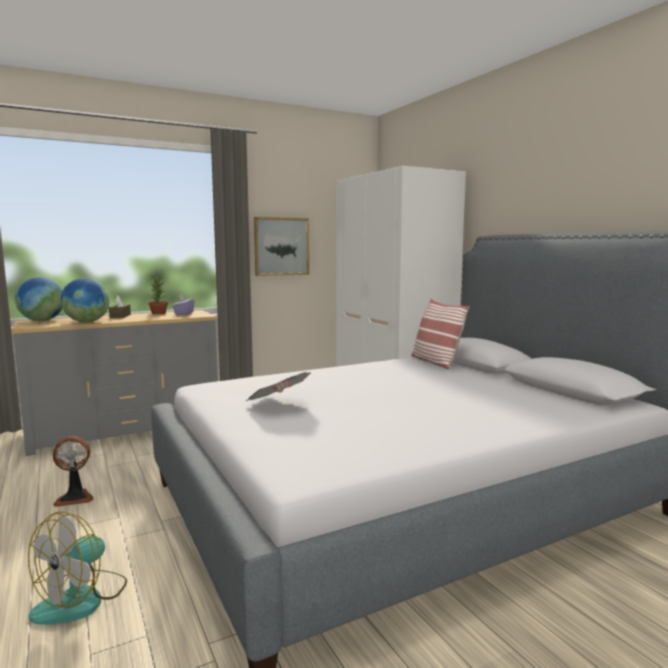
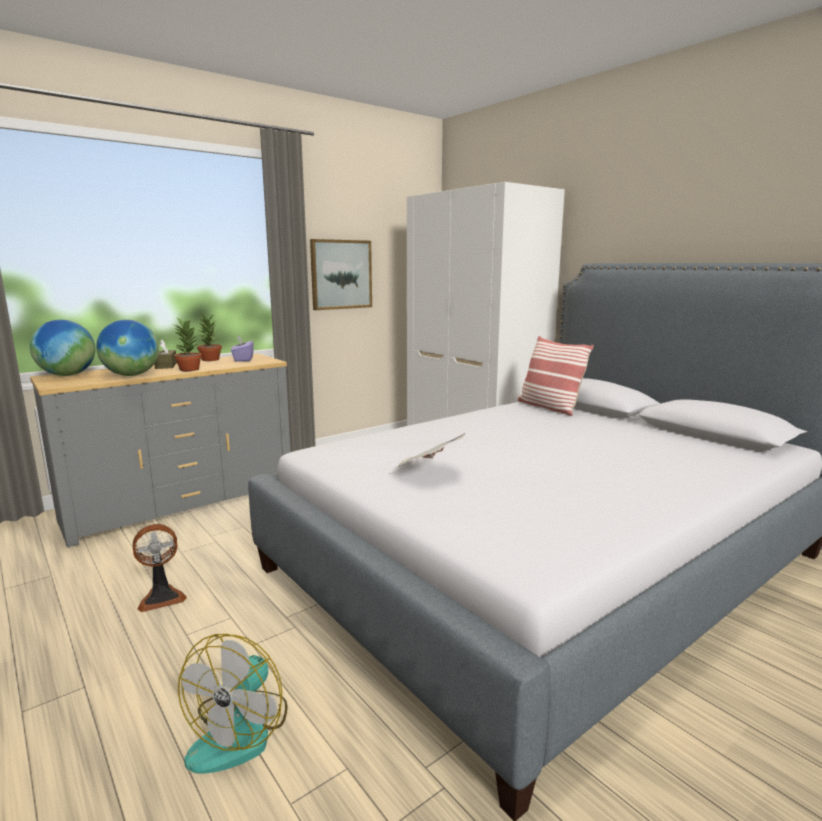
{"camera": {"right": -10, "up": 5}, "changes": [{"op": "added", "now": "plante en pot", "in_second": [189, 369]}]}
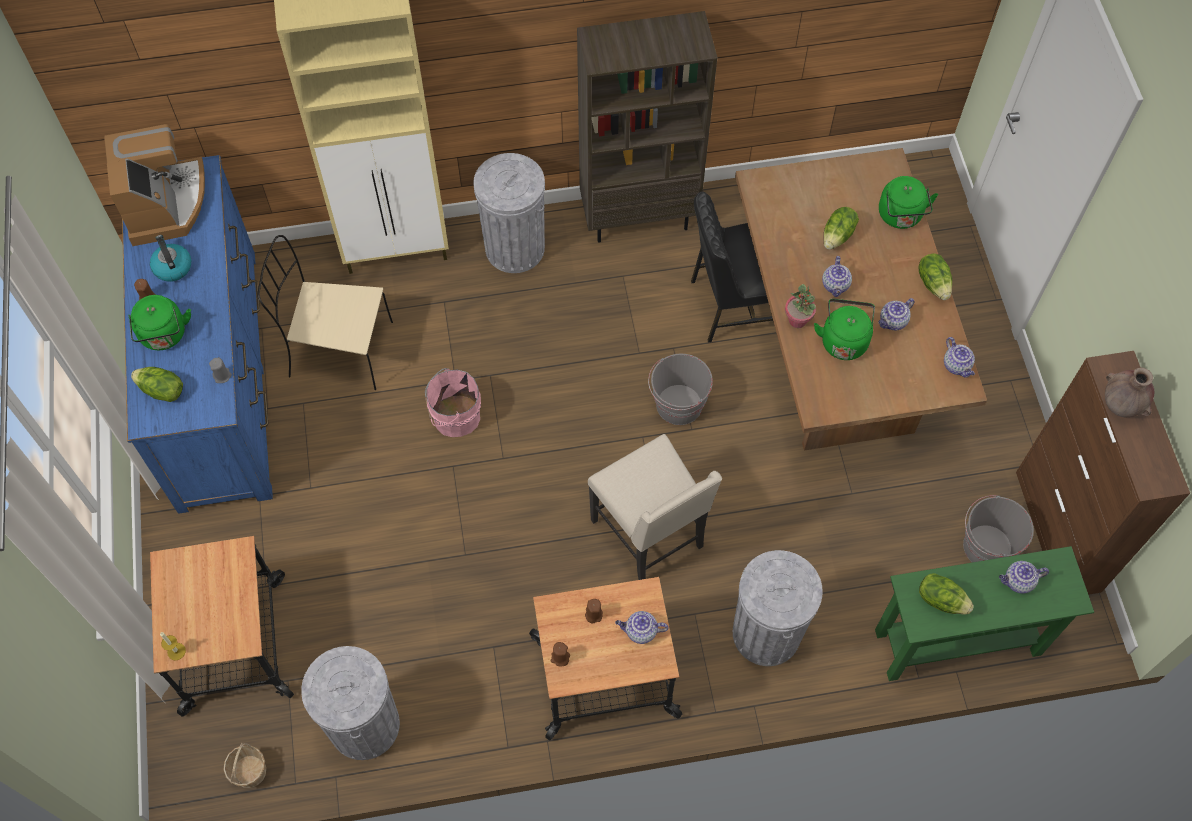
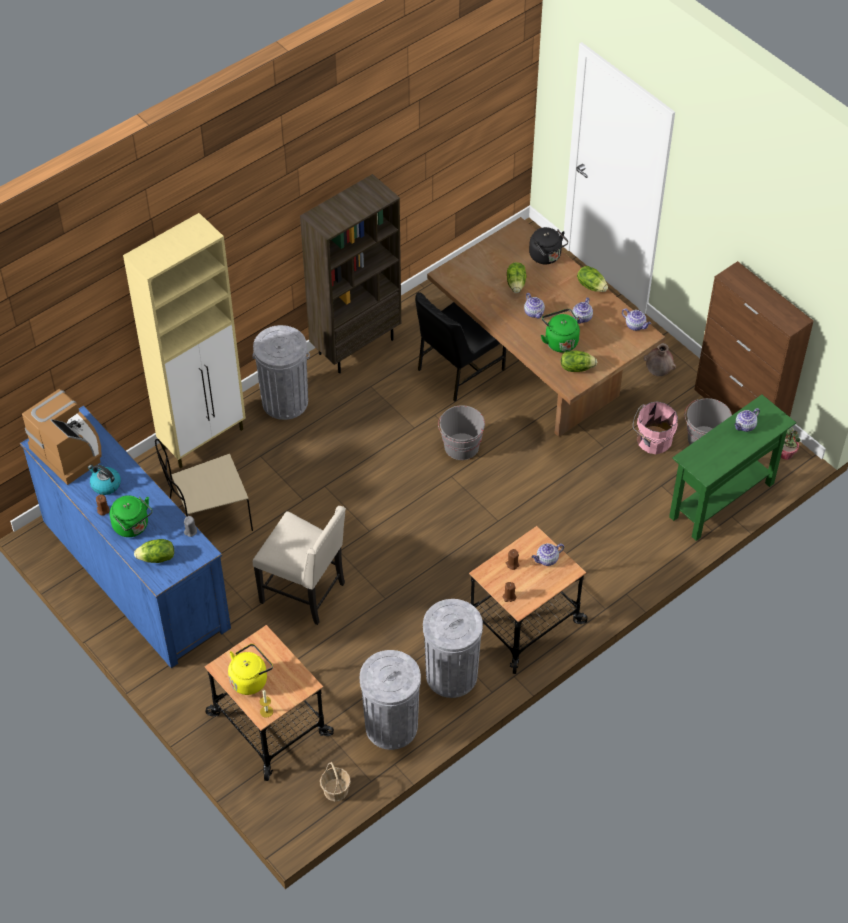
{"camera": {"right": -30, "up": -10}, "changes": [{"op": "added", "now": "bouilloire/jaune", "in_second": [250, 679]}, {"op": "moved", "was": "seau/rose", "in_first": [454, 416], "in_second": [653, 441]}, {"op": "moved", "was": "chaise/beige", "in_first": [650, 534], "in_second": [305, 592]}, {"op": "moved", "was": "poubelle/gris", "in_first": [766, 633], "in_second": [451, 675]}, {"op": "moved", "was": "plante en pot", "in_first": [797, 320], "in_second": [786, 454]}, {"op": "moved", "was": "laitue", "in_first": [941, 599], "in_second": [576, 367]}, {"op": "moved", "was": "vase/marron", "in_first": [1120, 406], "in_second": [658, 372]}, {"op": "recoloured", "was": "bouilloire/vert", "now": "bouilloire/noir", "in_first": [901, 216], "in_second": [546, 256]}]}
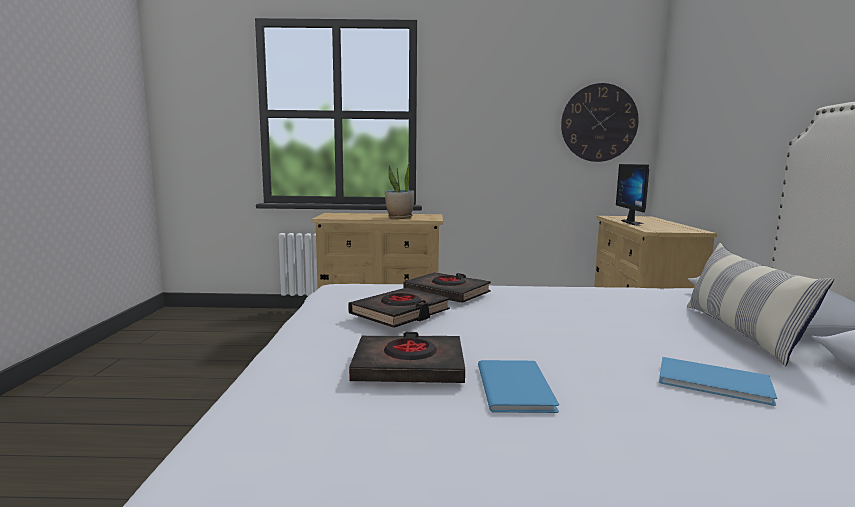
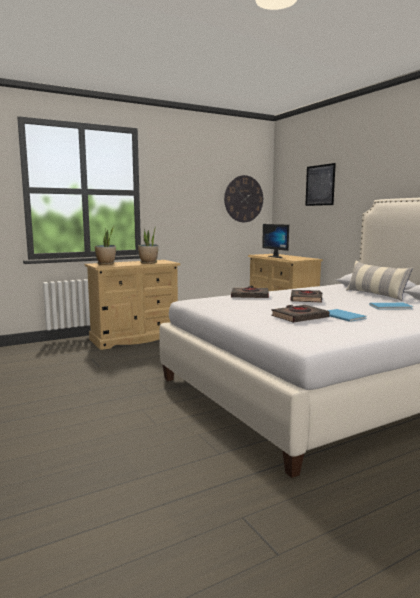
{"camera": {"right": -30, "up": 0}, "changes": [{"op": "added", "now": "plante en pot", "in_second": [106, 264]}, {"op": "added", "now": "tableau", "in_second": [320, 185]}, {"op": "moved", "was": "livre/noir", "in_first": [400, 313], "in_second": [306, 299]}]}
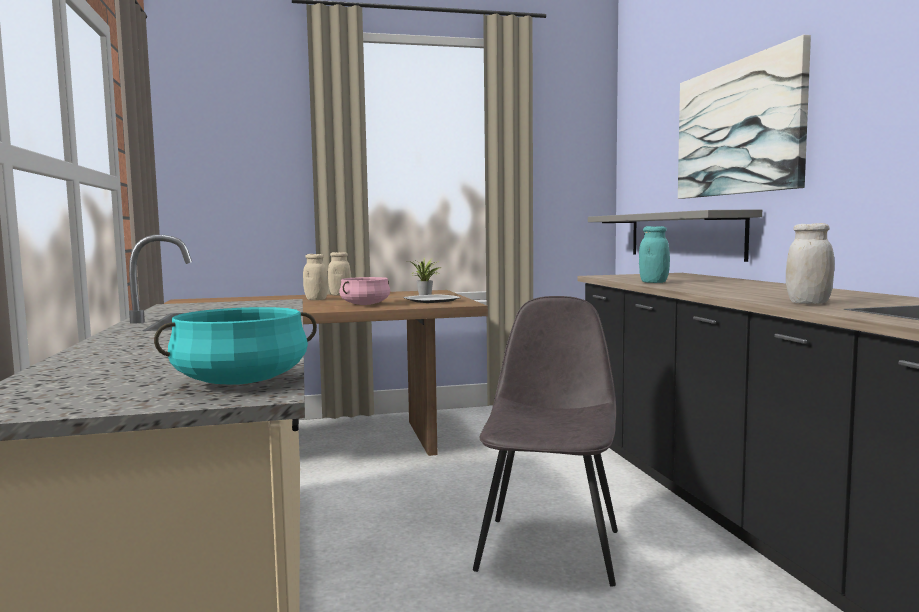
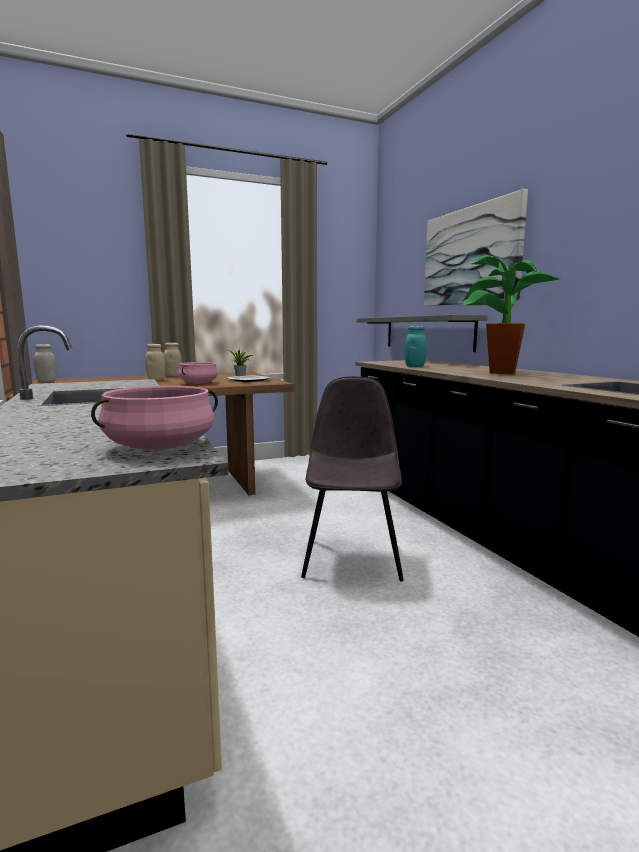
{"camera": {"right": -10, "up": 5}, "changes": [{"op": "added", "now": "plante en pot", "in_second": [498, 373]}, {"op": "moved", "was": "bocal/blanc", "in_first": [808, 303], "in_second": [46, 381]}, {"op": "recoloured", "was": "marmite/turquoise", "now": "marmite/rose", "in_first": [241, 382], "in_second": [160, 447]}]}
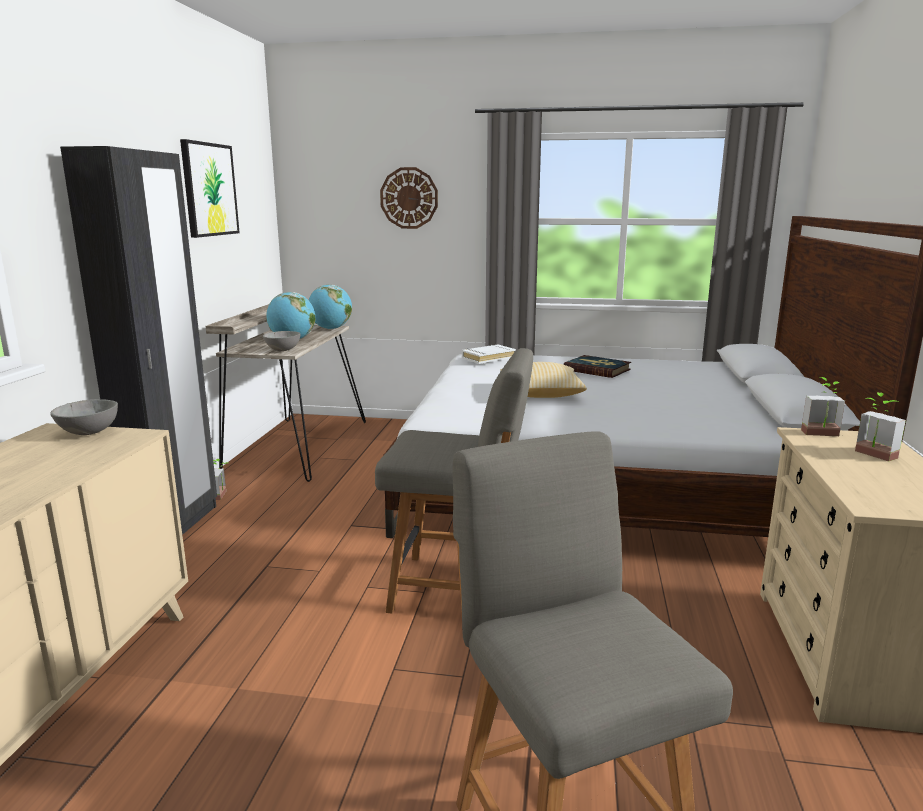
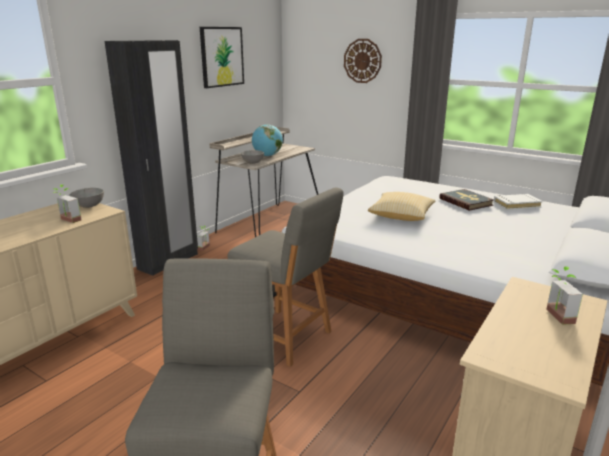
{"camera": {"right": 25, "up": 5}, "changes": [{"op": "removed", "was": "globe", "in_first": [331, 329]}, {"op": "moved", "was": "livre/blanc", "in_first": [488, 358], "in_second": [516, 205]}, {"op": "moved", "was": "plante en pot", "in_first": [822, 435], "in_second": [67, 221]}]}
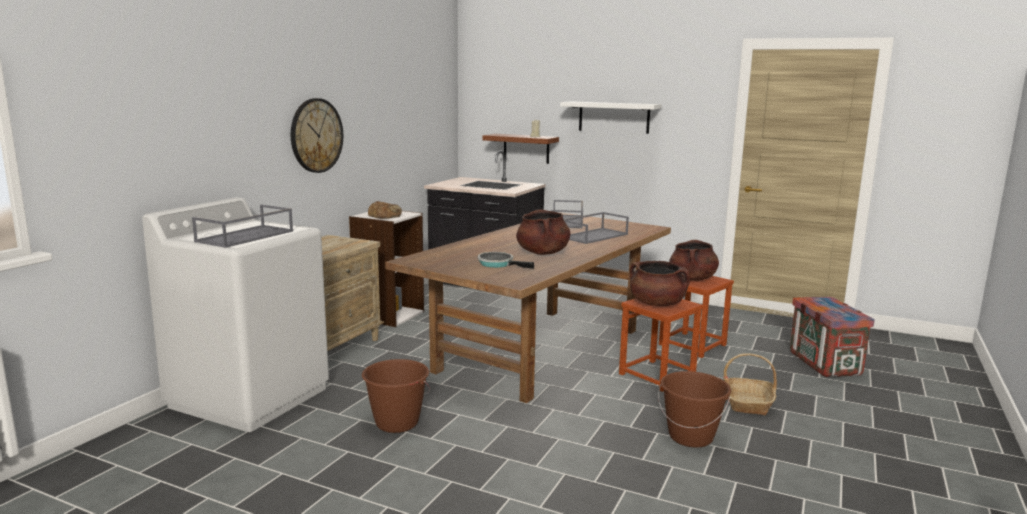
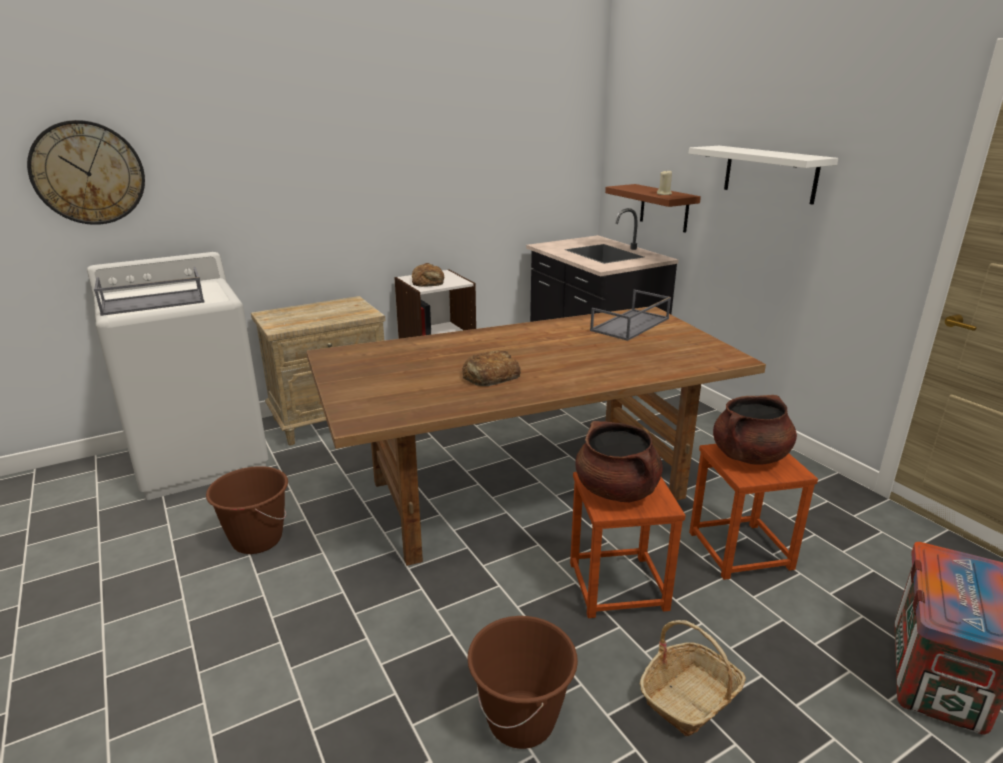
{"camera": {"right": 35, "up": 10}, "changes": [{"op": "removed", "was": "poêle", "in_first": [498, 264]}, {"op": "removed", "was": "plateau/gris", "in_first": [594, 236]}, {"op": "moved", "was": "horloge murale", "in_first": [316, 135], "in_second": [88, 173]}, {"op": "replaced", "was": "marmite/marron", "now": "pain", "in_first": [543, 253], "in_second": [490, 376]}]}
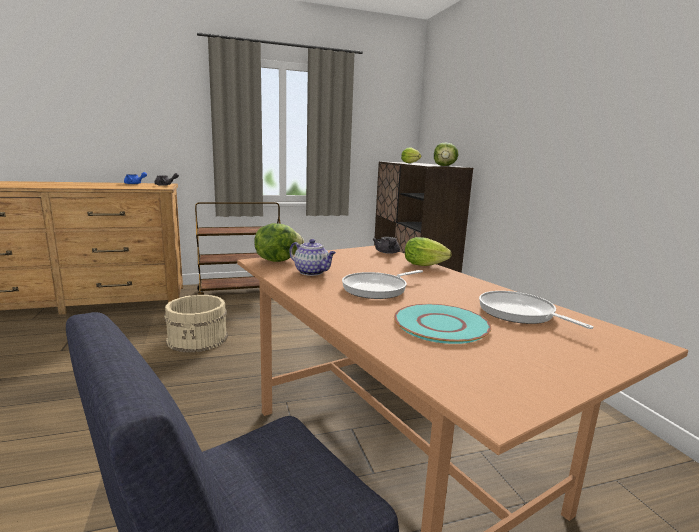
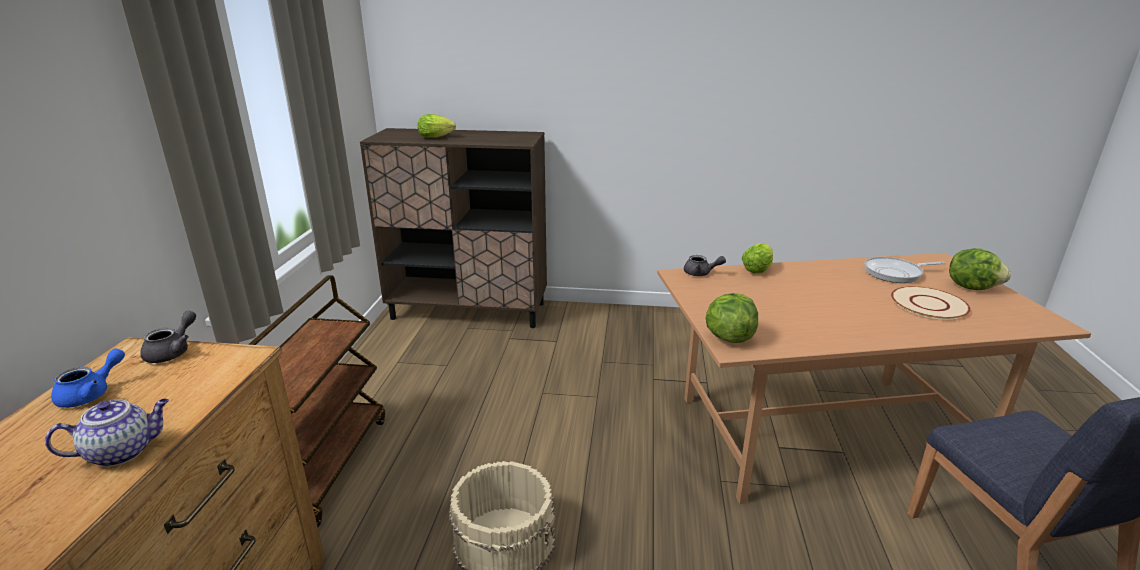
{"camera": {"right": -65, "up": 10}, "changes": [{"op": "removed", "was": "poêle", "in_first": [377, 289]}, {"op": "moved", "was": "théière", "in_first": [312, 272], "in_second": [123, 451]}, {"op": "moved", "was": "laitue", "in_first": [444, 166], "in_second": [972, 287]}, {"op": "recoloured", "was": "assiette/turquoise", "now": "assiette/beige", "in_first": [441, 324], "in_second": [928, 304]}]}
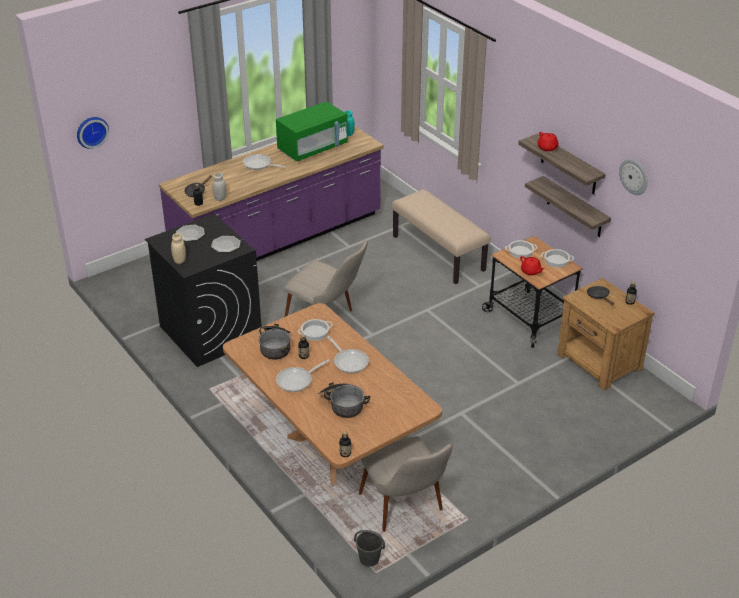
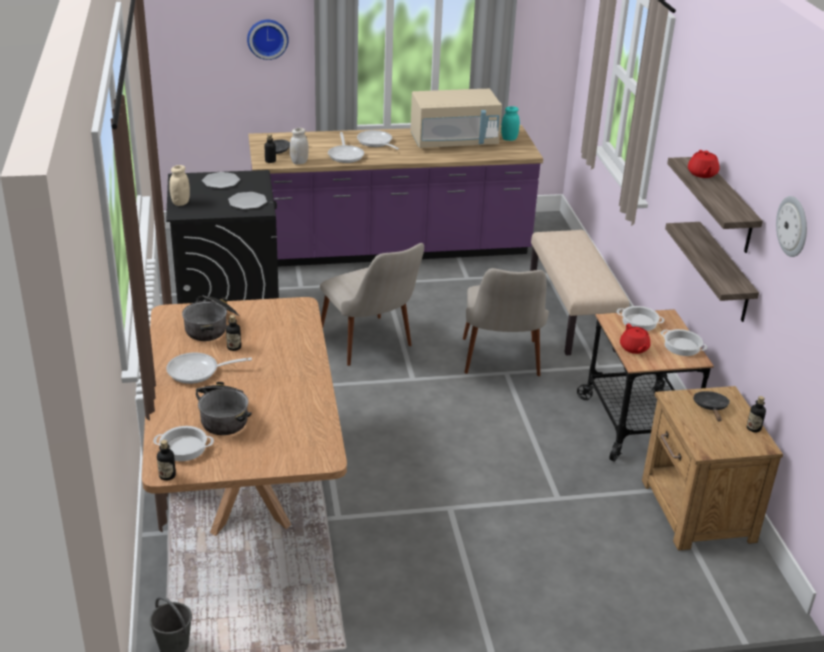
{"camera": {"right": 25, "up": -5}, "changes": [{"op": "moved", "was": "horloge murale", "in_first": [91, 131], "in_second": [267, 38]}, {"op": "moved", "was": "marmite", "in_first": [315, 333], "in_second": [183, 448]}, {"op": "moved", "was": "poêle", "in_first": [349, 361], "in_second": [345, 155]}, {"op": "moved", "was": "chaise/beige", "in_first": [407, 511], "in_second": [501, 366]}, {"op": "recoloured", "was": "micro-ondes/vert", "now": "micro-ondes/beige", "in_first": [313, 148], "in_second": [454, 142]}]}
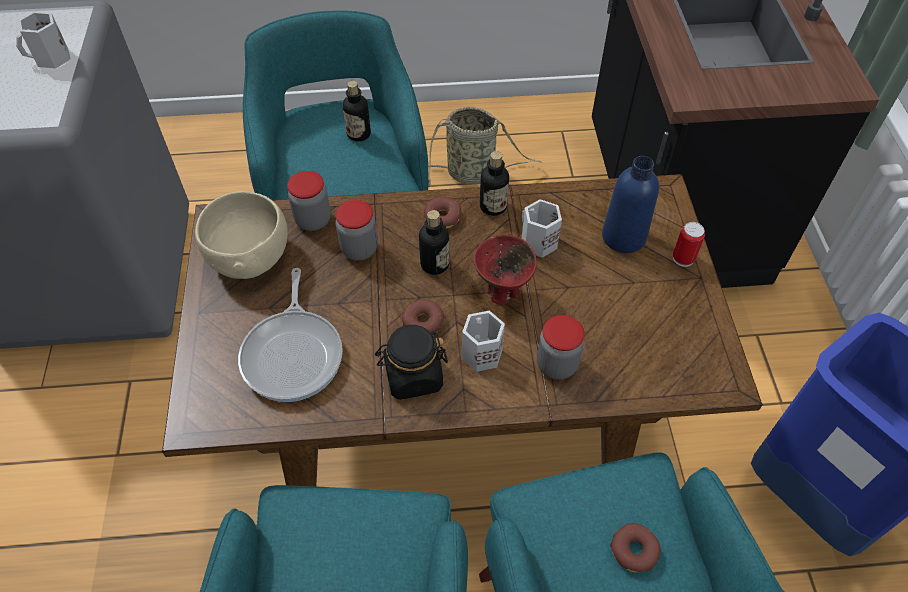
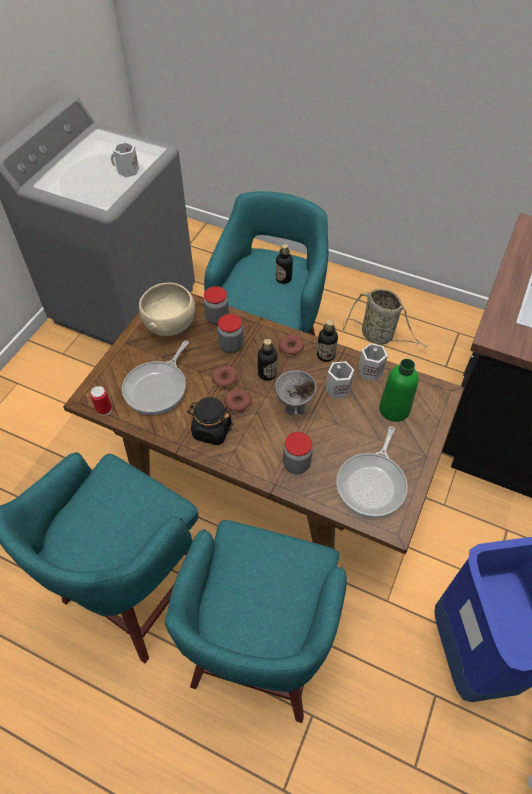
{"camera": {"right": 30, "up": 0}, "changes": [{"op": "added", "now": "poêle", "in_second": [372, 484]}, {"op": "moved", "was": "mug/blanc", "in_first": [480, 353], "in_second": [369, 370]}, {"op": "moved", "was": "beignet", "in_first": [634, 551], "in_second": [224, 380]}, {"op": "moved", "was": "boîte métallique", "in_first": [683, 258], "in_second": [104, 409]}, {"op": "recoloured", "was": "bol/rouge", "now": "bol/gris", "in_first": [503, 293], "in_second": [294, 408]}, {"op": "recoloured", "was": "bouteille/bleu", "now": "bouteille/vert", "in_first": [623, 237], "in_second": [394, 409]}]}
